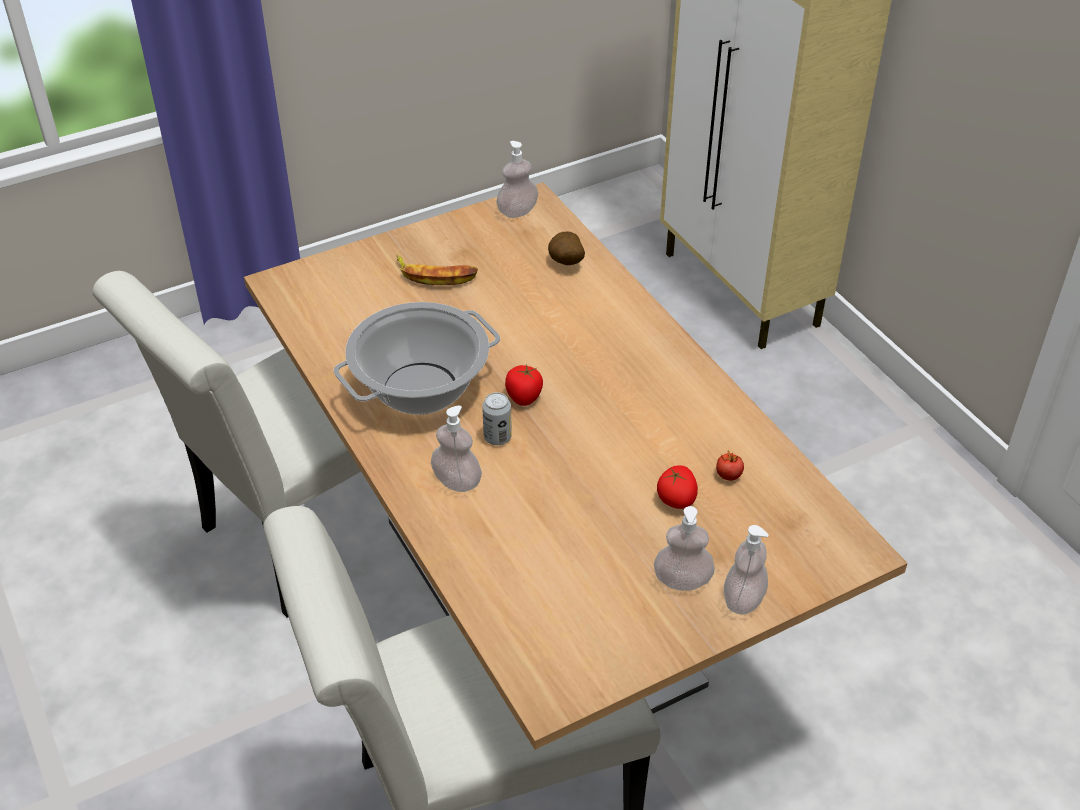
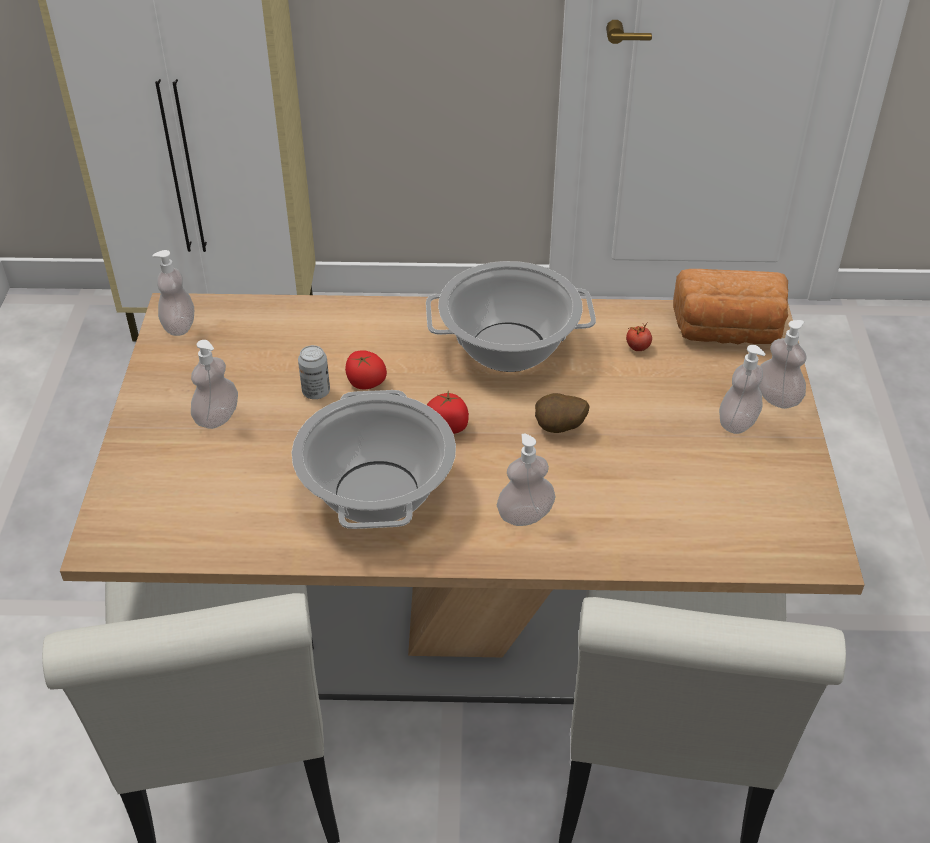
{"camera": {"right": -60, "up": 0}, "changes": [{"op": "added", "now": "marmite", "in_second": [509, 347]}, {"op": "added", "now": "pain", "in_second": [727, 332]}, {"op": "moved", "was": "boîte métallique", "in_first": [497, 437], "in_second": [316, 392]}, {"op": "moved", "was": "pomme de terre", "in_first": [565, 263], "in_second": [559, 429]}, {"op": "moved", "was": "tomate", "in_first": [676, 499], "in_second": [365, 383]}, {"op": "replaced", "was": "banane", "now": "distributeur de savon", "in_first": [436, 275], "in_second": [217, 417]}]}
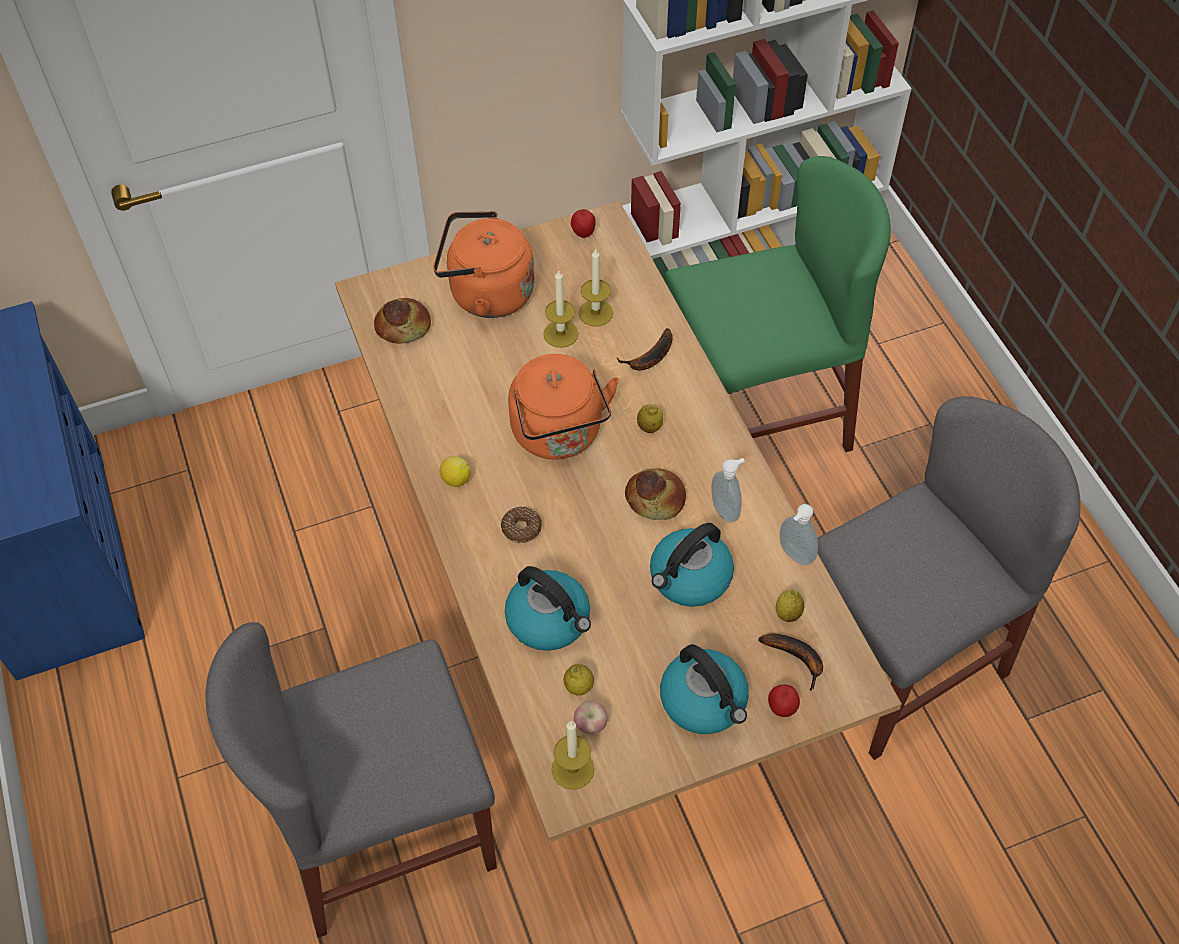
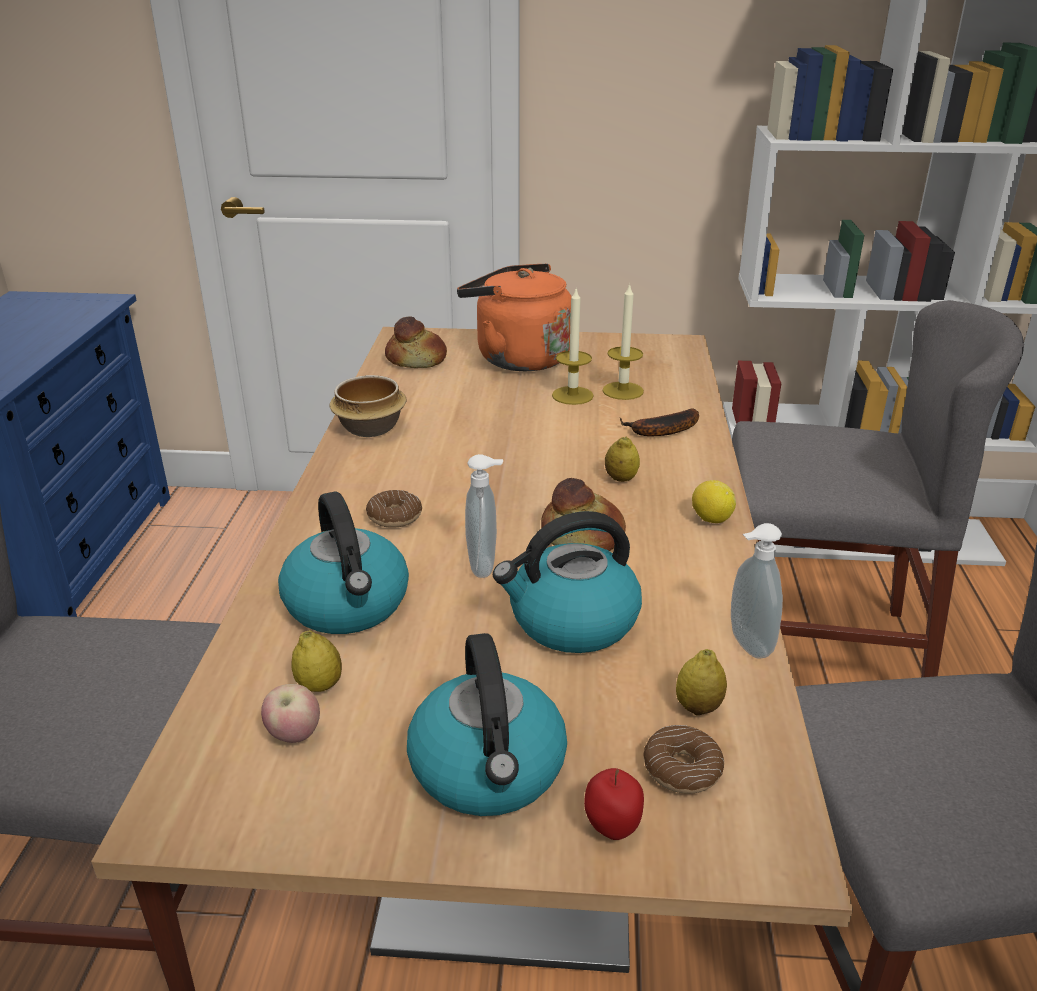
{"camera": {"right": 25, "up": -25}, "changes": [{"op": "removed", "was": "bouilloire/orange", "in_first": [559, 435]}, {"op": "removed", "was": "bougie", "in_first": [573, 769]}, {"op": "removed", "was": "pomme", "in_first": [583, 234]}, {"op": "added", "now": "bol", "in_second": [372, 428]}, {"op": "moved", "was": "citron", "in_first": [456, 479], "in_second": [711, 519]}, {"op": "moved", "was": "distributeur de savon", "in_first": [726, 510], "in_second": [485, 566]}, {"op": "replaced", "was": "banane", "now": "beignet", "in_first": [797, 659], "in_second": [682, 769]}, {"op": "recoloured", "was": "chaise/vert", "now": "chaise/gris", "in_first": [756, 417], "in_second": [815, 651]}]}
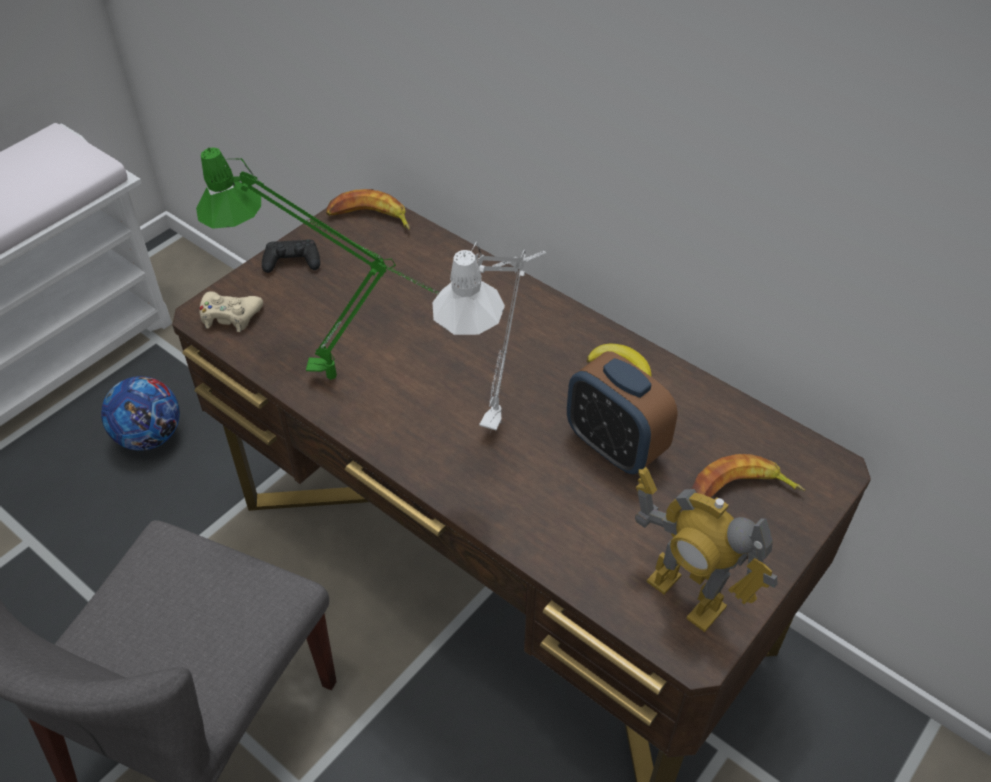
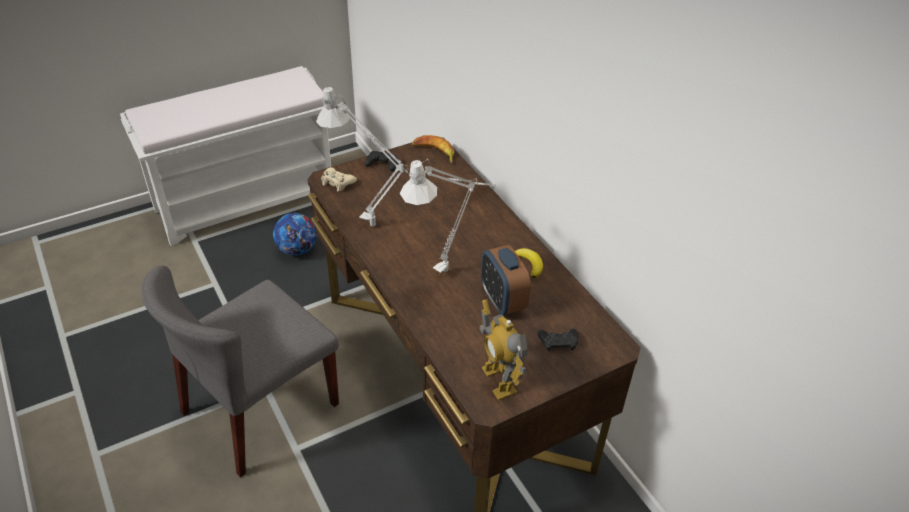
{"camera": {"right": 20, "up": -5}, "changes": [{"op": "replaced", "was": "banane", "now": "manette/noir", "in_first": [740, 491], "in_second": [558, 342]}, {"op": "recoloured", "was": "lampe de table/vert", "now": "lampe de table/gris", "in_first": [346, 379], "in_second": [380, 229]}]}
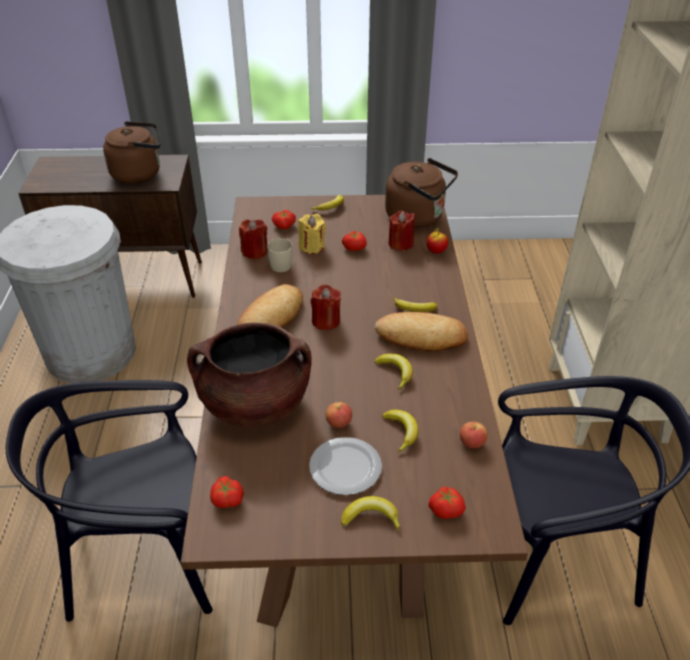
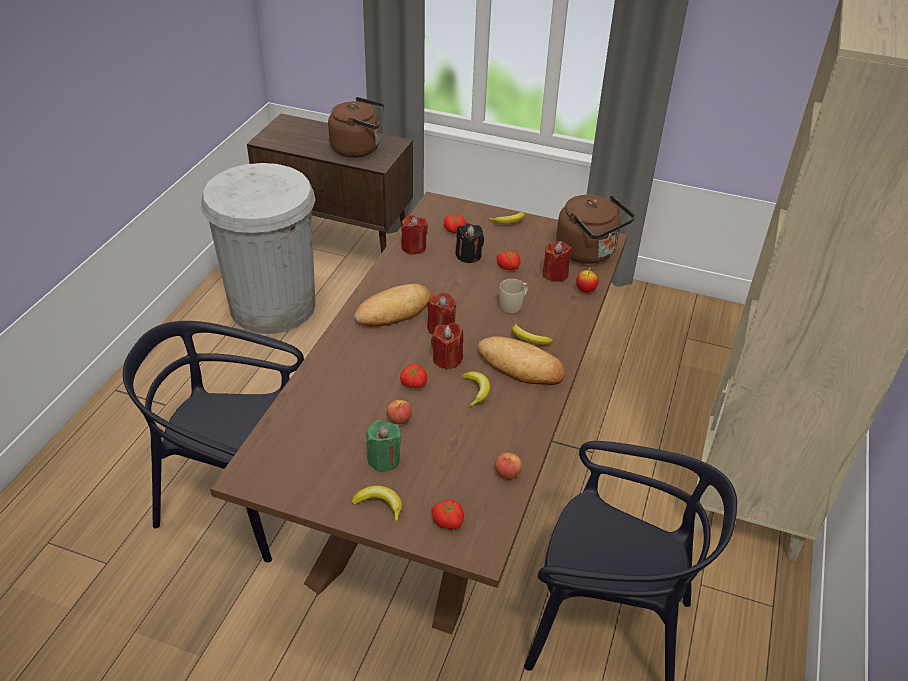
{"camera": {"right": 20, "up": 0}, "changes": [{"op": "removed", "was": "marmite/marron", "in_first": [255, 405]}, {"op": "removed", "was": "banane", "in_first": [401, 432]}, {"op": "added", "now": "bougie/rouge", "in_second": [447, 359]}, {"op": "moved", "was": "tomate", "in_first": [227, 500], "in_second": [413, 383]}, {"op": "moved", "was": "mug/beige", "in_first": [283, 264], "in_second": [514, 305]}, {"op": "replaced", "was": "assiette", "now": "bougie/vert", "in_first": [346, 468], "in_second": [383, 459]}, {"op": "recoloured", "was": "bougie/jaune", "now": "bougie/noir", "in_first": [312, 246], "in_second": [468, 256]}]}
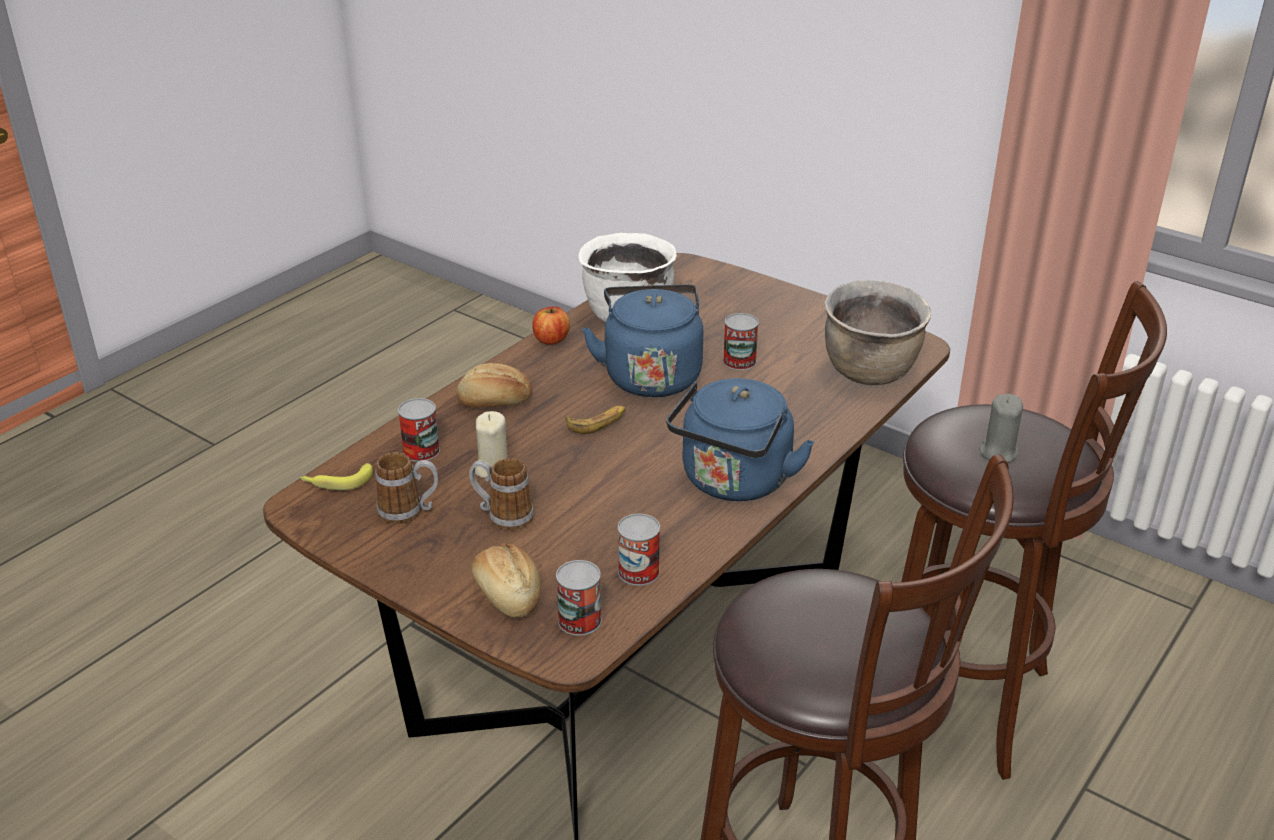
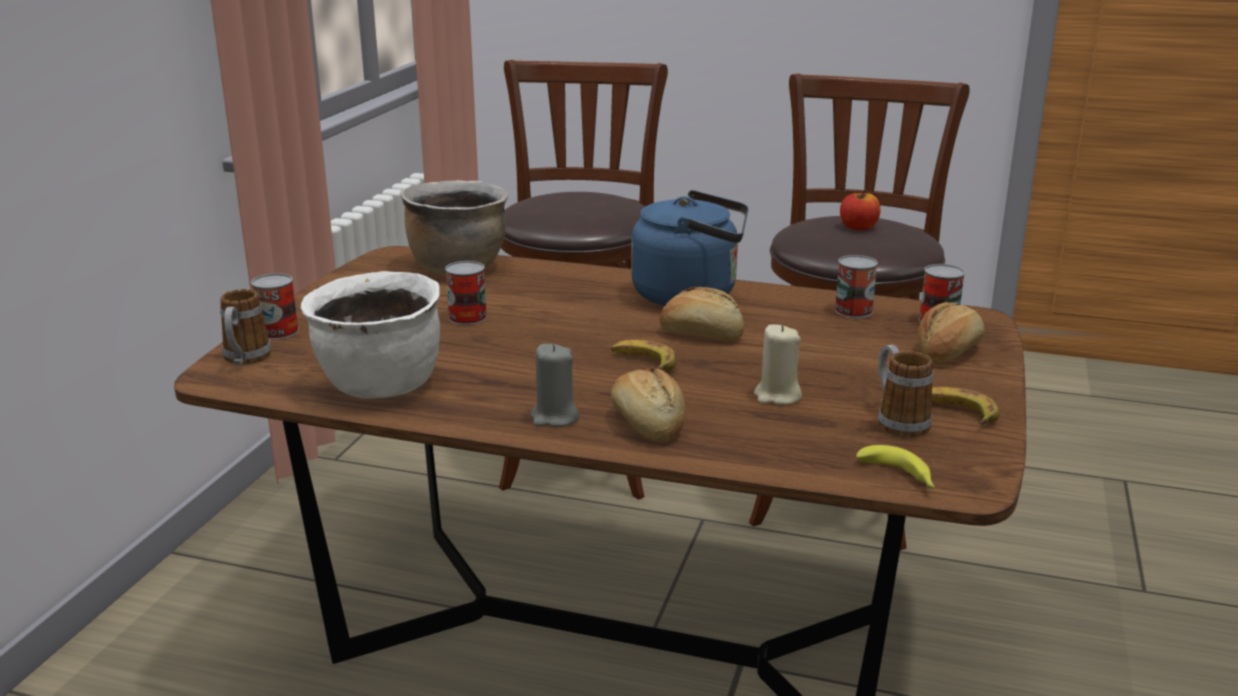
{"camera": {"right": -110, "up": -10}, "changes": [{"op": "removed", "was": "bouilloire/bleu", "in_first": [651, 375]}, {"op": "added", "now": "pain", "in_second": [701, 333]}, {"op": "added", "now": "banane", "in_second": [956, 412]}, {"op": "moved", "was": "boîte métallique", "in_first": [421, 451], "in_second": [278, 331]}, {"op": "moved", "was": "mug", "in_first": [502, 515], "in_second": [244, 360]}, {"op": "moved", "was": "pomme", "in_first": [551, 339], "in_second": [858, 227]}, {"op": "moved", "was": "bougie/gris", "in_first": [997, 452], "in_second": [554, 417]}]}
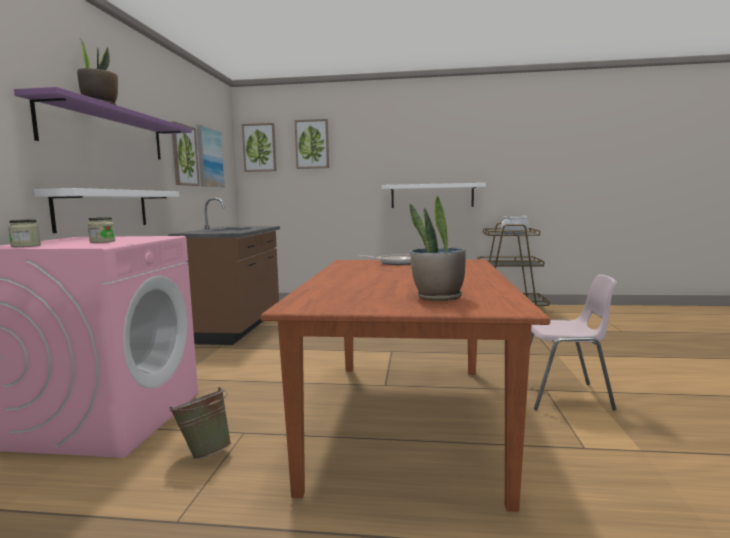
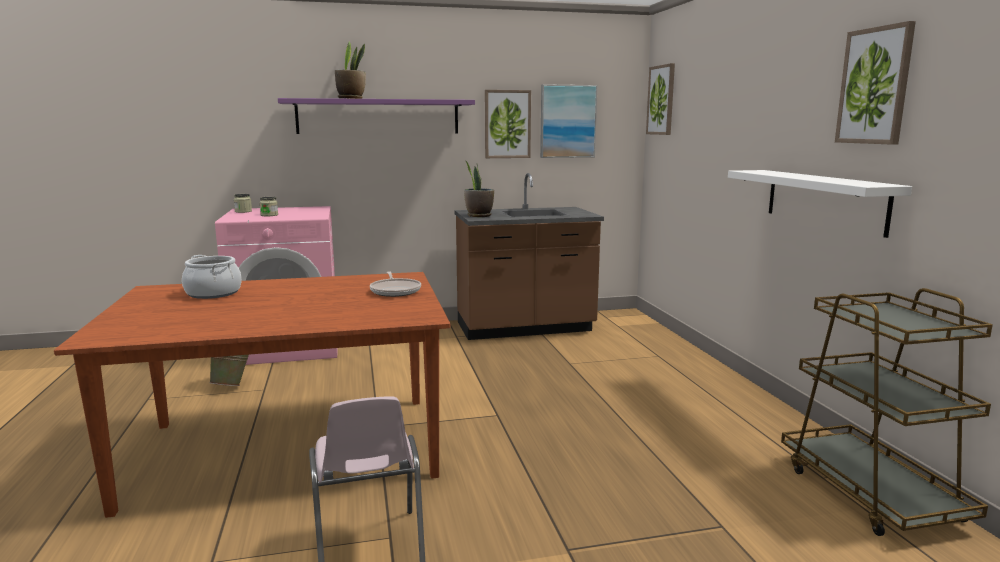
{"camera": {"right": 70, "up": 5}, "changes": [{"op": "removed", "was": "étagère/blanc", "in_first": [103, 209]}, {"op": "moved", "was": "tableau", "in_first": [312, 144], "in_second": [875, 86]}, {"op": "moved", "was": "plante en pot", "in_first": [437, 298], "in_second": [479, 216]}, {"op": "moved", "was": "marmite", "in_first": [514, 233], "in_second": [213, 293]}]}
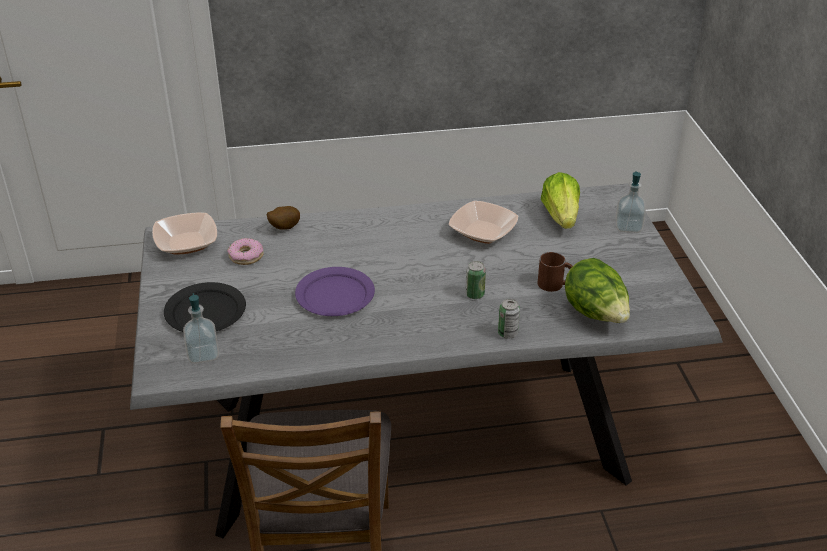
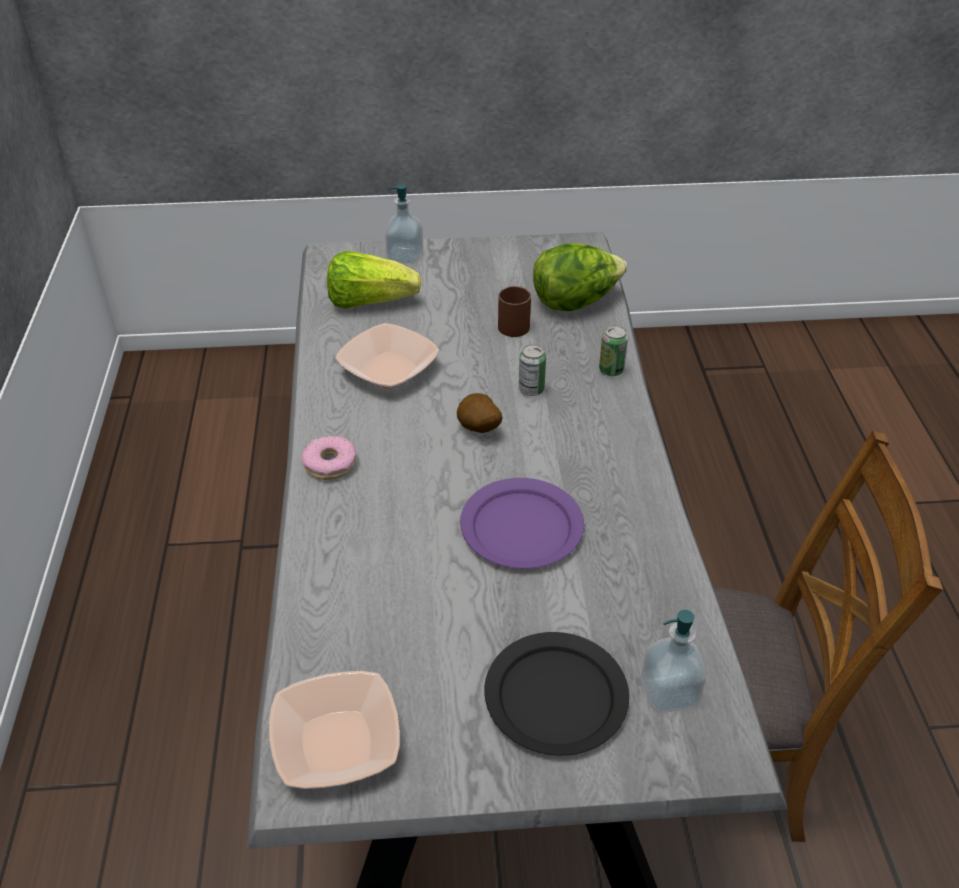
{"camera": {"right": -85, "up": 5}, "changes": [{"op": "moved", "was": "beignet", "in_first": [246, 256], "in_second": [330, 464]}, {"op": "moved", "was": "pomme de terre", "in_first": [283, 228], "in_second": [478, 430]}]}
